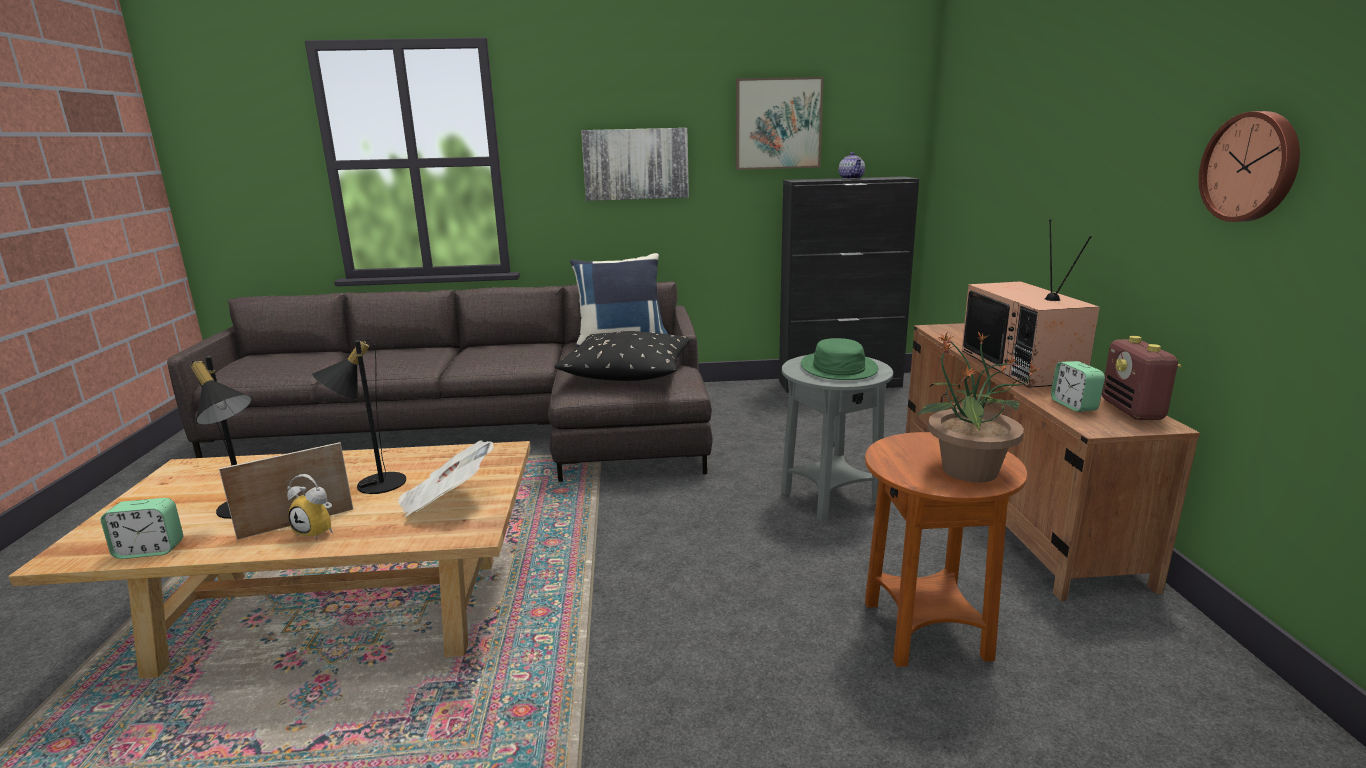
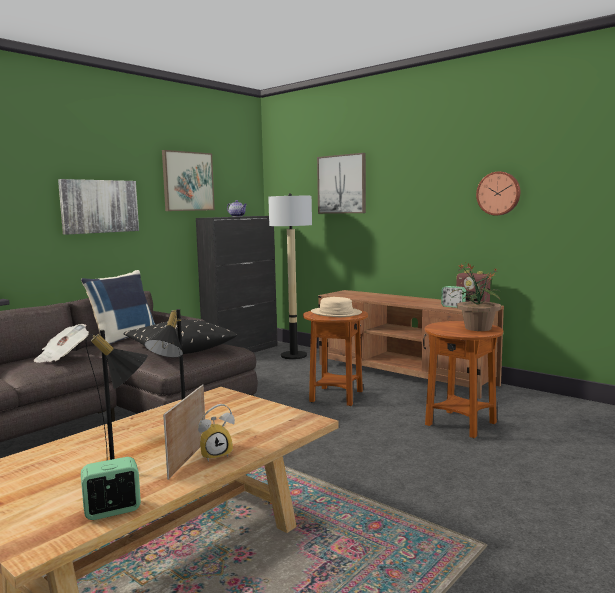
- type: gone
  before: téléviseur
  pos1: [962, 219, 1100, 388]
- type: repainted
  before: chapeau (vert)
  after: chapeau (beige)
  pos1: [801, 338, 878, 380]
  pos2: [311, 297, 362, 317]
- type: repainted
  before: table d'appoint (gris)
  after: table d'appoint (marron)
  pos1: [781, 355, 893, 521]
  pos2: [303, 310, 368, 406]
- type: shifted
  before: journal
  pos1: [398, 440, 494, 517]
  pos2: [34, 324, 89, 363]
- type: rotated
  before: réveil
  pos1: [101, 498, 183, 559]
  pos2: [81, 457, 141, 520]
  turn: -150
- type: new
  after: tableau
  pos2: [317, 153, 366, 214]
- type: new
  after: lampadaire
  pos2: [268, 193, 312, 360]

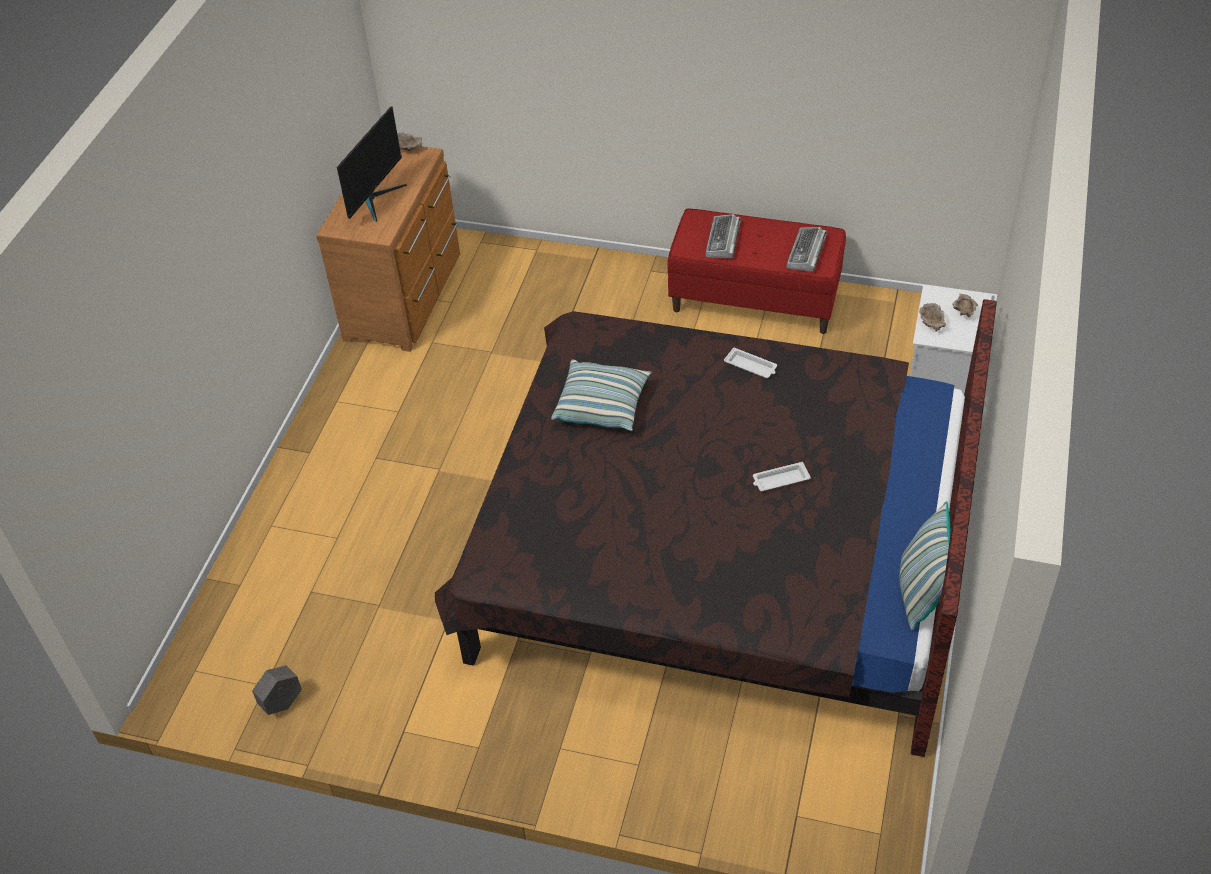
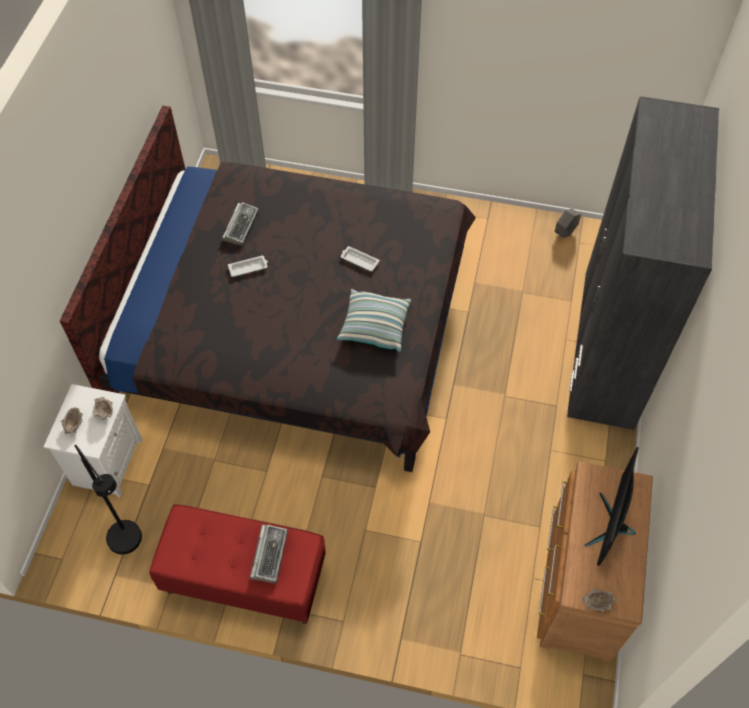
- type: shifted
  before: clavier
  pos1: [786, 227, 827, 272]
  pos2: [222, 202, 259, 246]
- type: shifted
  before: plateau (blanc)
  pos1: [724, 347, 777, 378]
  pos2: [341, 246, 380, 271]
- type: gone
  before: coussin
  pos1: [899, 501, 951, 630]
- type: new
  after: armoire (gris)
  pos2: [567, 96, 719, 430]
- type: new
  after: lampadaire (noir)
  pos2: [75, 445, 142, 555]

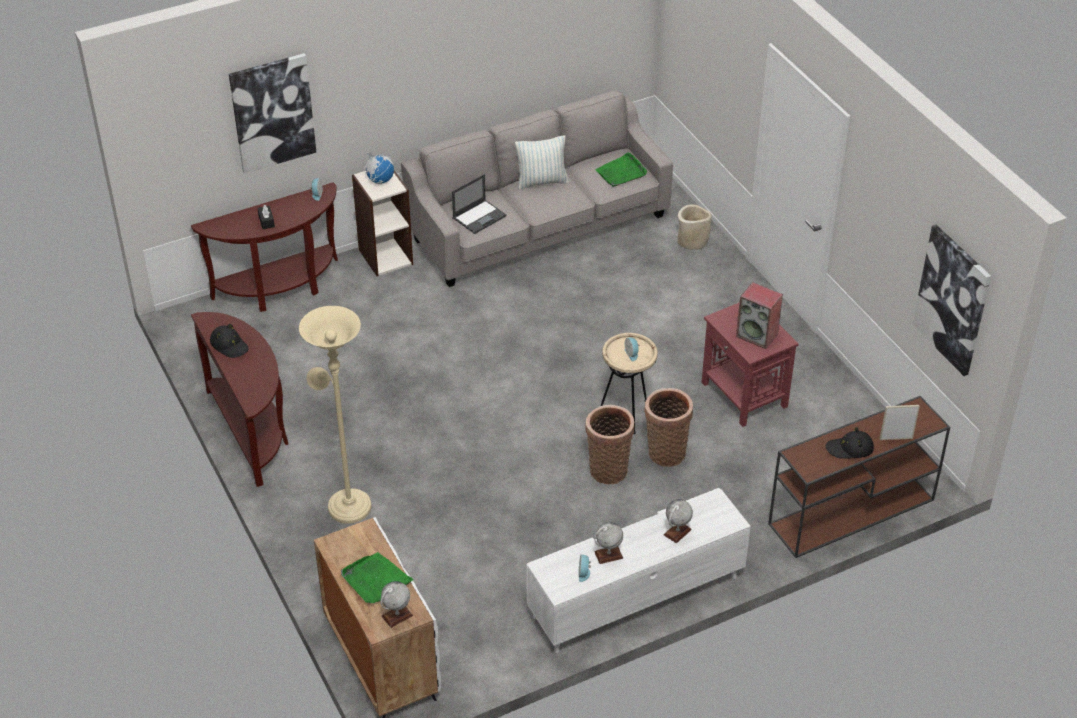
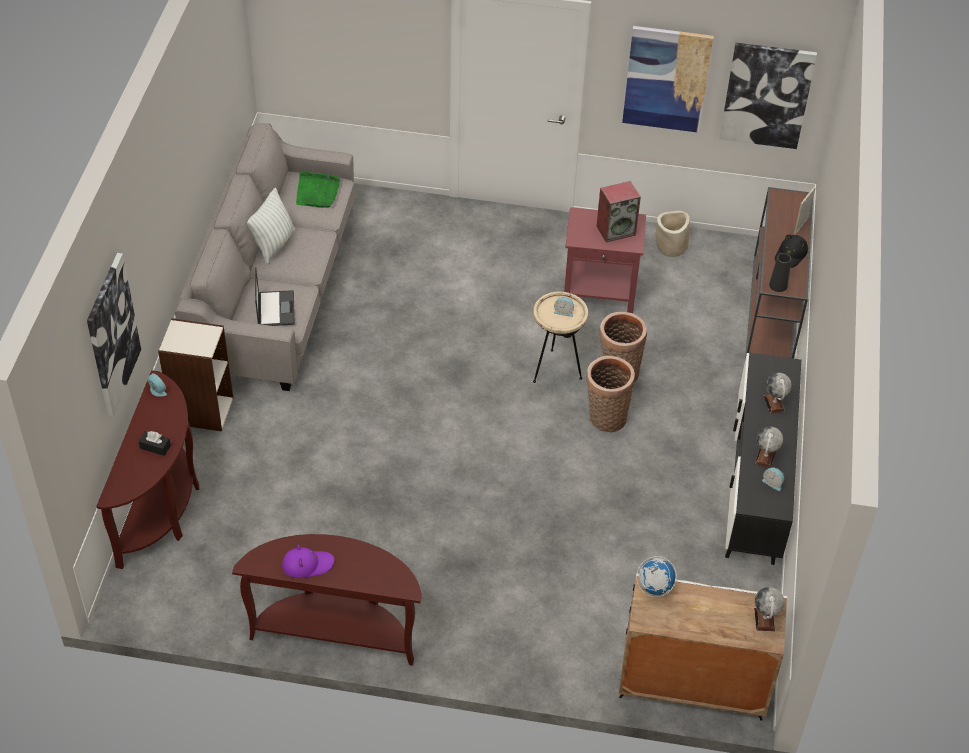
- type: shifted
  before: globe
  pos1: [364, 152, 394, 184]
  pos2: [636, 556, 677, 597]
- type: shifted
  before: cache-pot (beige)
  pos1: [677, 204, 712, 250]
  pos2: [656, 211, 690, 257]
- type: gone
  before: lampadaire (beige)
  pos1: [299, 306, 371, 524]
- type: repainted
  before: chapeau (noir)
  after: chapeau (violet)
  pos1: [210, 324, 249, 358]
  pos2: [282, 544, 334, 578]
- type: repainted
  before: meuble télé (blanc)
  after: meuble télé (noir)
  pos1: [526, 488, 751, 653]
  pos2: [725, 353, 801, 565]
- type: gone
  before: plateau (vert)
  pos1: [341, 552, 414, 604]
- type: new
  after: tableau
  pos2: [622, 26, 714, 133]
- type: new
  after: vase (noir)
  pos2: [769, 253, 792, 292]

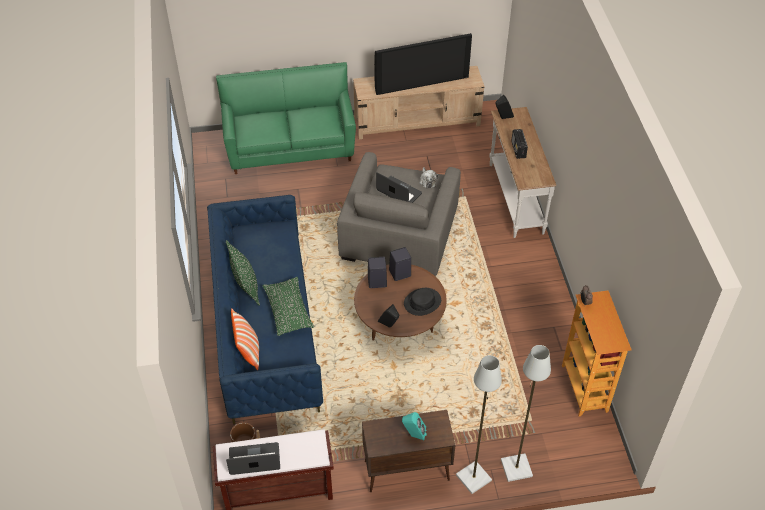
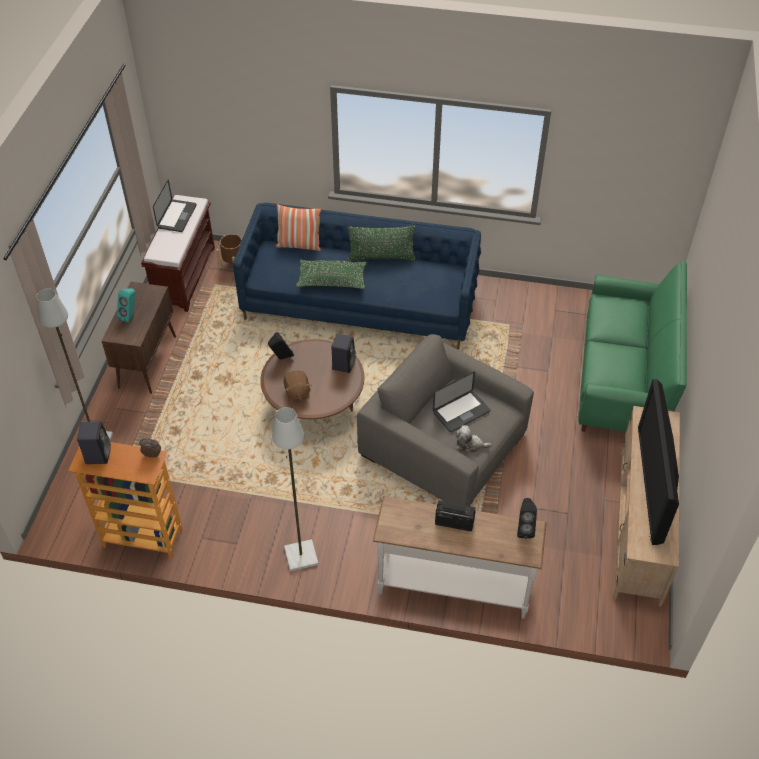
- type: shifted
  before: enceinte (noir)
  pos1: [389, 247, 411, 281]
  pos2: [77, 422, 111, 464]
- type: swapped
  before: chapeau (noir)
  after: peluche (marron)
  pos1: [404, 288, 441, 316]
  pos2: [284, 371, 311, 402]
- type: shifted
  before: lampadaire (gris)
  pos1: [456, 355, 502, 494]
  pos2: [272, 407, 318, 572]

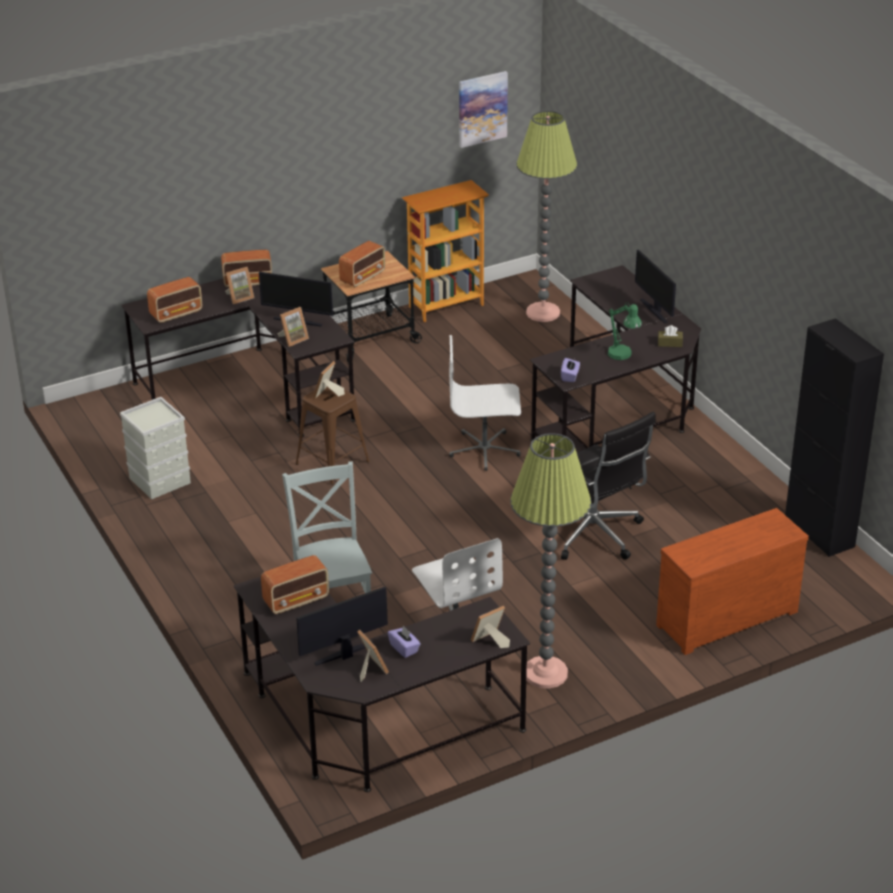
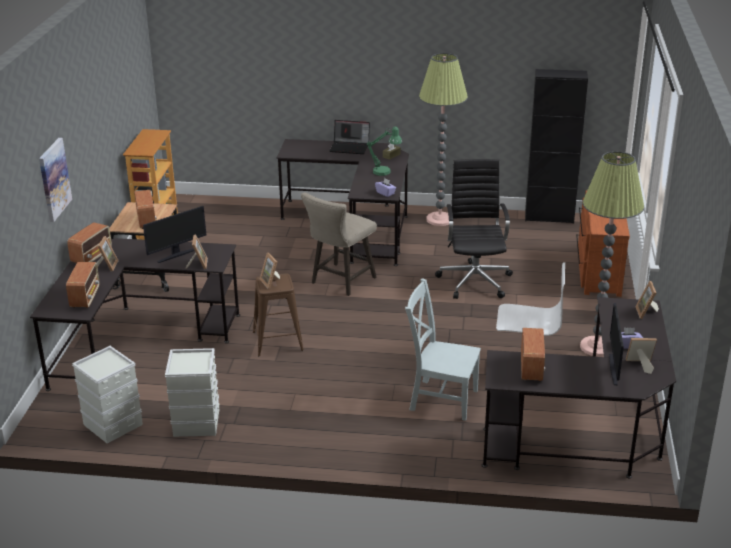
- type: shifted
  before: tableau
  pos1: [459, 71, 508, 148]
  pos2: [39, 138, 72, 222]
- type: shifted
  before: lampadaire
  pos1: [516, 111, 577, 322]
  pos2: [419, 53, 468, 226]
- type: swapped
  before: écran d'ordinateur
  after: ordinateur portable
  pos1: [635, 250, 676, 323]
  pos2: [329, 120, 370, 154]
- type: swapped
  before: chaise de bureau (blanc)
  after: tabouret (beige)
  pos1: [449, 335, 521, 471]
  pos2: [301, 192, 377, 296]
- type: rotated
  before: chaise de bureau (noir)
  pos1: [561, 412, 656, 560]
  pos2: [435, 159, 513, 299]
  turn: -90
- type: new
  after: boîte de rangement (gris)
  pos2: [72, 346, 143, 443]

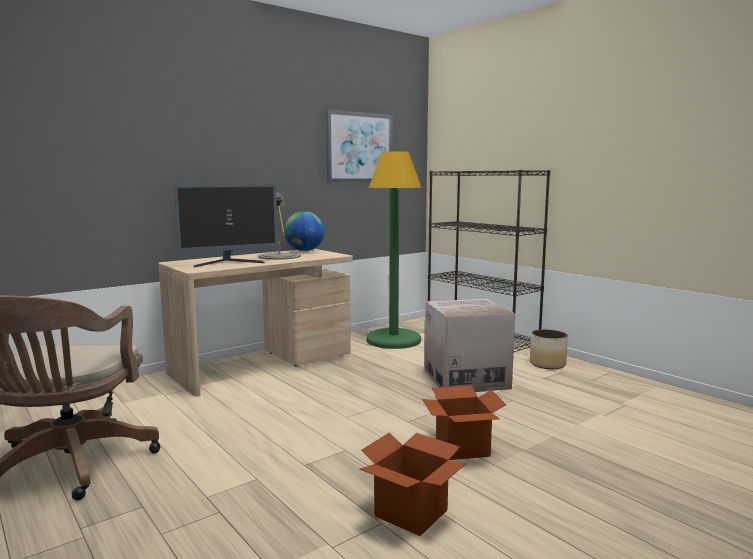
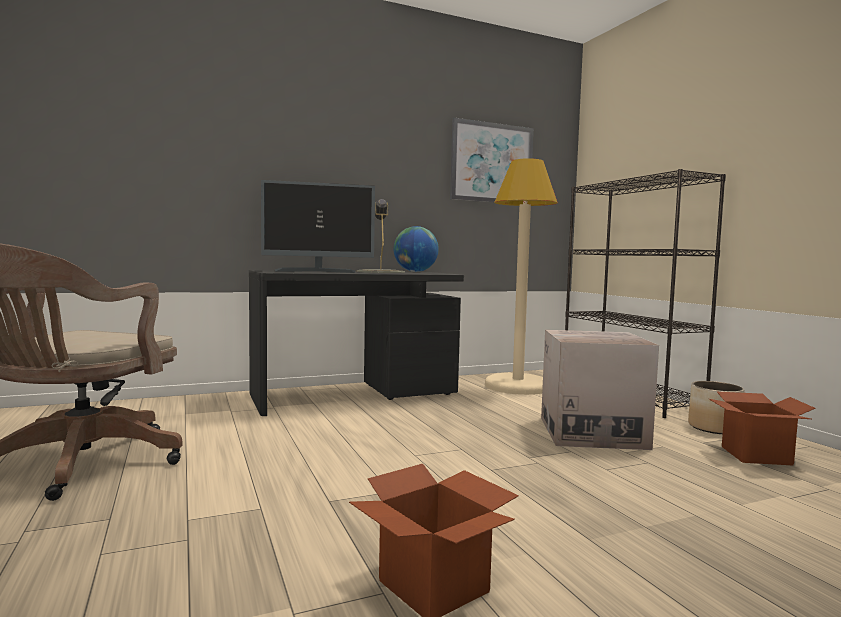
- type: repainted
  before: lampadaire (vert)
  after: lampadaire (beige)
  pos1: [366, 151, 422, 349]
  pos2: [485, 158, 558, 395]
- type: repainted
  before: bureau (beige)
  after: bureau (noir)
  pos1: [158, 249, 353, 397]
  pos2: [249, 270, 464, 416]
- type: shifted
  before: carton
  pos1: [422, 386, 506, 460]
  pos2: [709, 392, 816, 466]

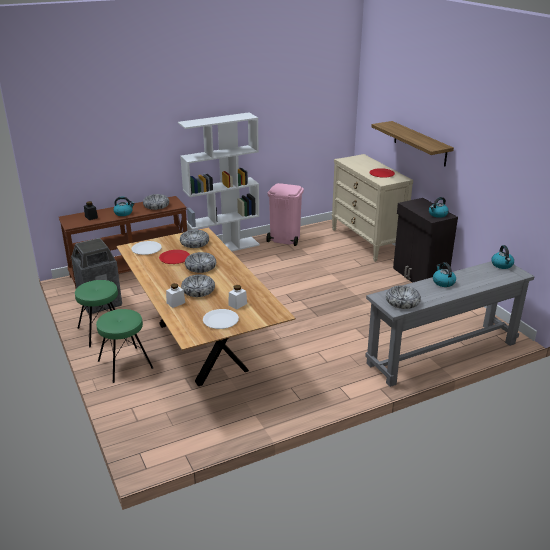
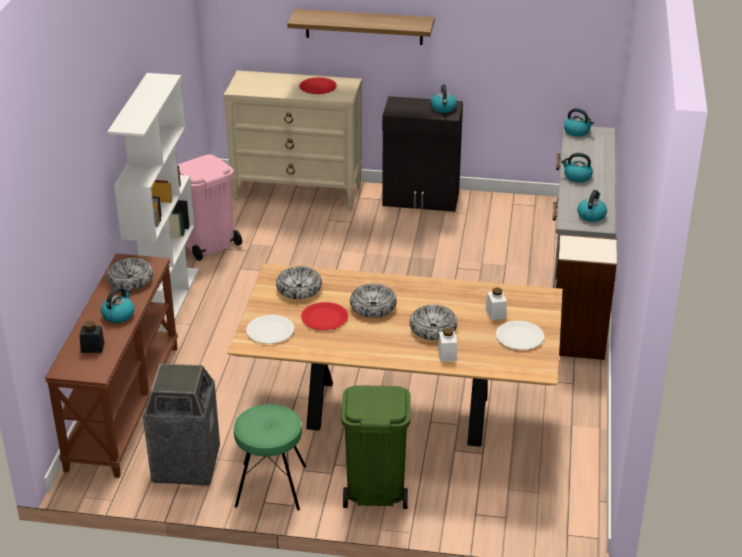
- type: swapped
  before: bol
  after: bouilloire
  pos1: [386, 285, 421, 309]
  pos2: [577, 190, 607, 222]
- type: swapped
  before: tabouret (vert)
  after: poubelle (vert)
  pos1: [96, 309, 153, 383]
  pos2: [341, 385, 411, 509]
- type: new
  after: bibliothèque
  pos2: [555, 234, 617, 360]

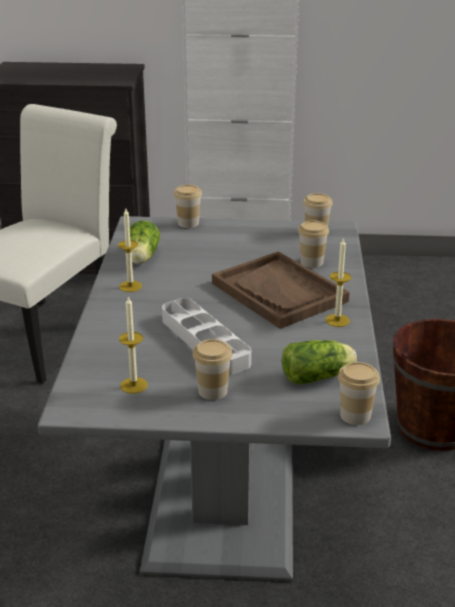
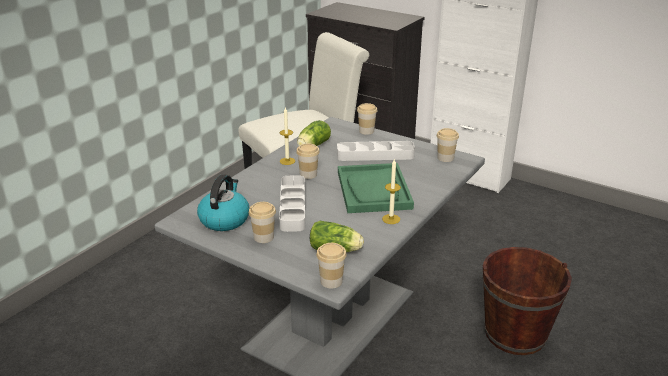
- type: shifted
  before: tasse
  pos1: [298, 220, 329, 268]
  pos2: [296, 143, 320, 179]
- type: repainted
  before: plateau (marron)
  after: plateau (vert)
  pos1: [212, 252, 350, 329]
  pos2: [338, 163, 414, 213]
- type: swapped
  before: bougie
  after: bouilloire
  pos1: [119, 296, 148, 394]
  pos2: [197, 174, 249, 231]
- type: new
  after: plateau (gris)
  pos2: [337, 141, 415, 161]

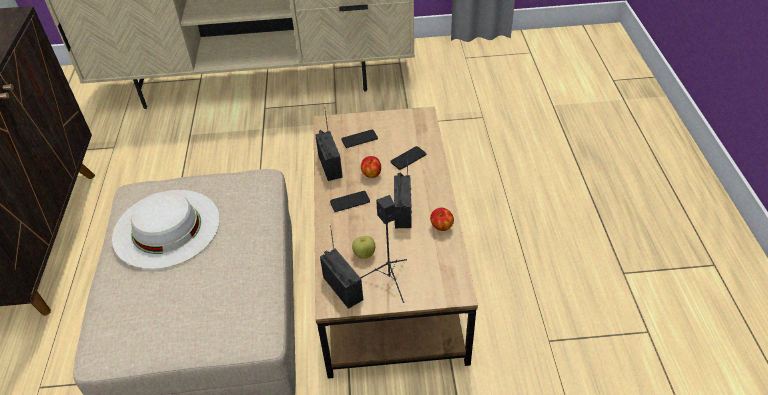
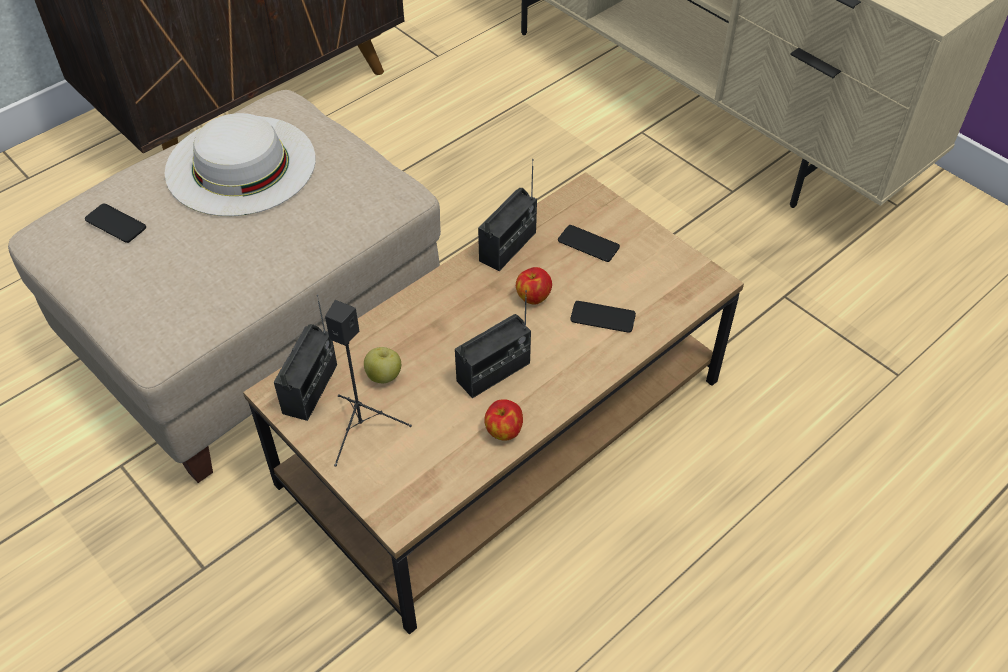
- type: shifted
  before: téléphone
  pos1: [330, 191, 370, 212]
  pos2: [85, 203, 146, 243]

